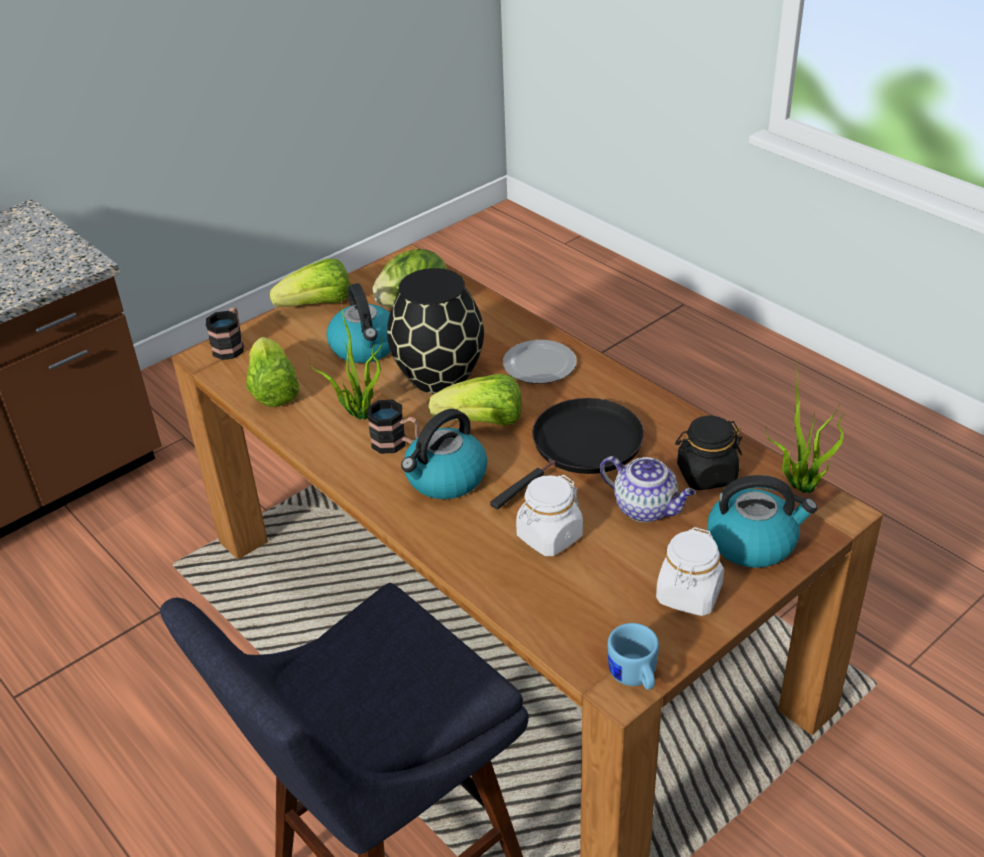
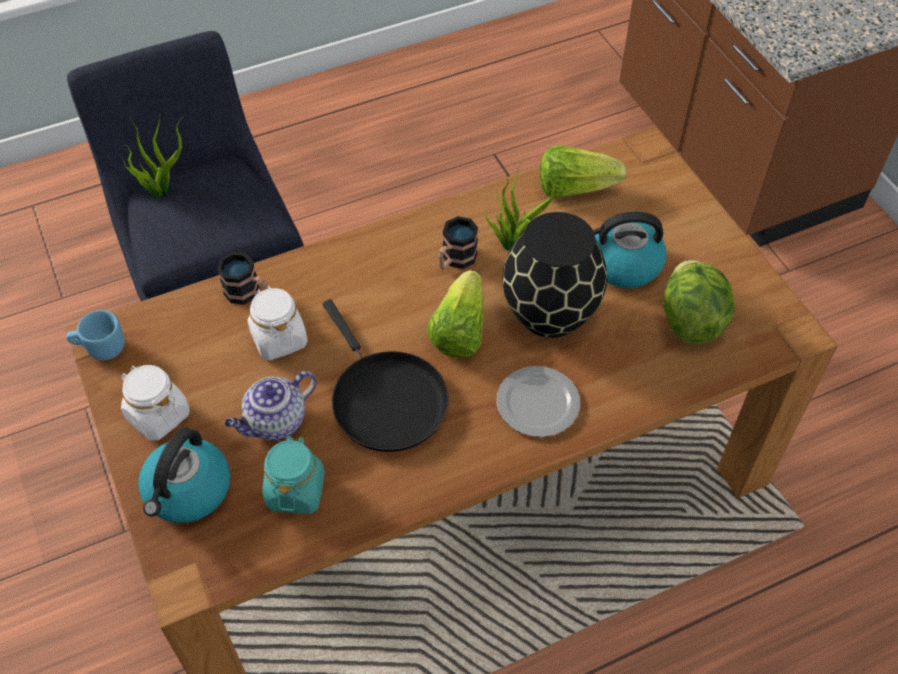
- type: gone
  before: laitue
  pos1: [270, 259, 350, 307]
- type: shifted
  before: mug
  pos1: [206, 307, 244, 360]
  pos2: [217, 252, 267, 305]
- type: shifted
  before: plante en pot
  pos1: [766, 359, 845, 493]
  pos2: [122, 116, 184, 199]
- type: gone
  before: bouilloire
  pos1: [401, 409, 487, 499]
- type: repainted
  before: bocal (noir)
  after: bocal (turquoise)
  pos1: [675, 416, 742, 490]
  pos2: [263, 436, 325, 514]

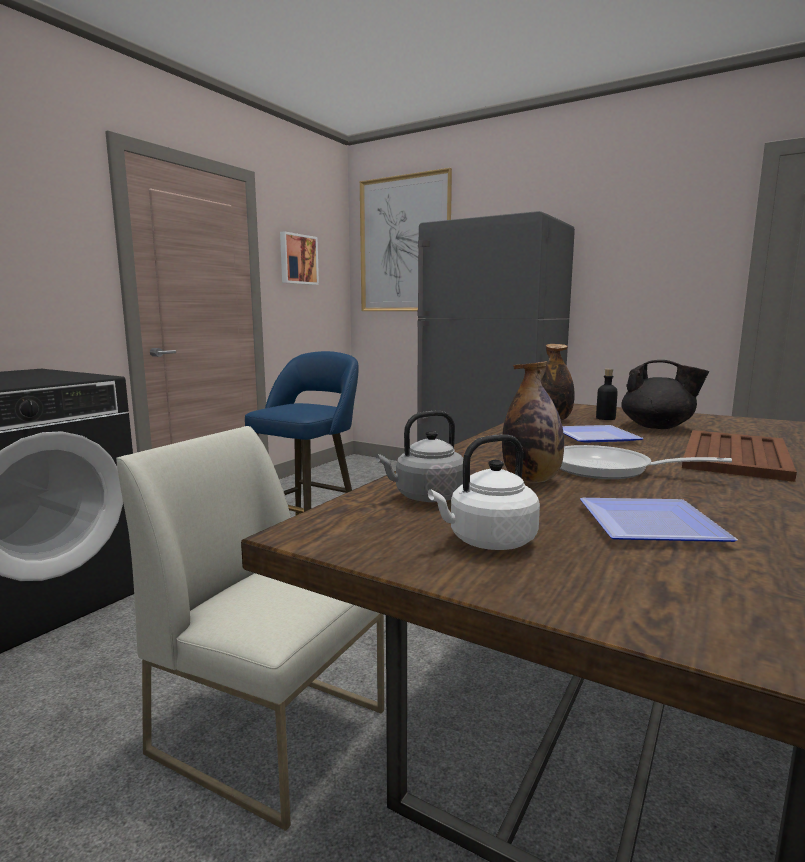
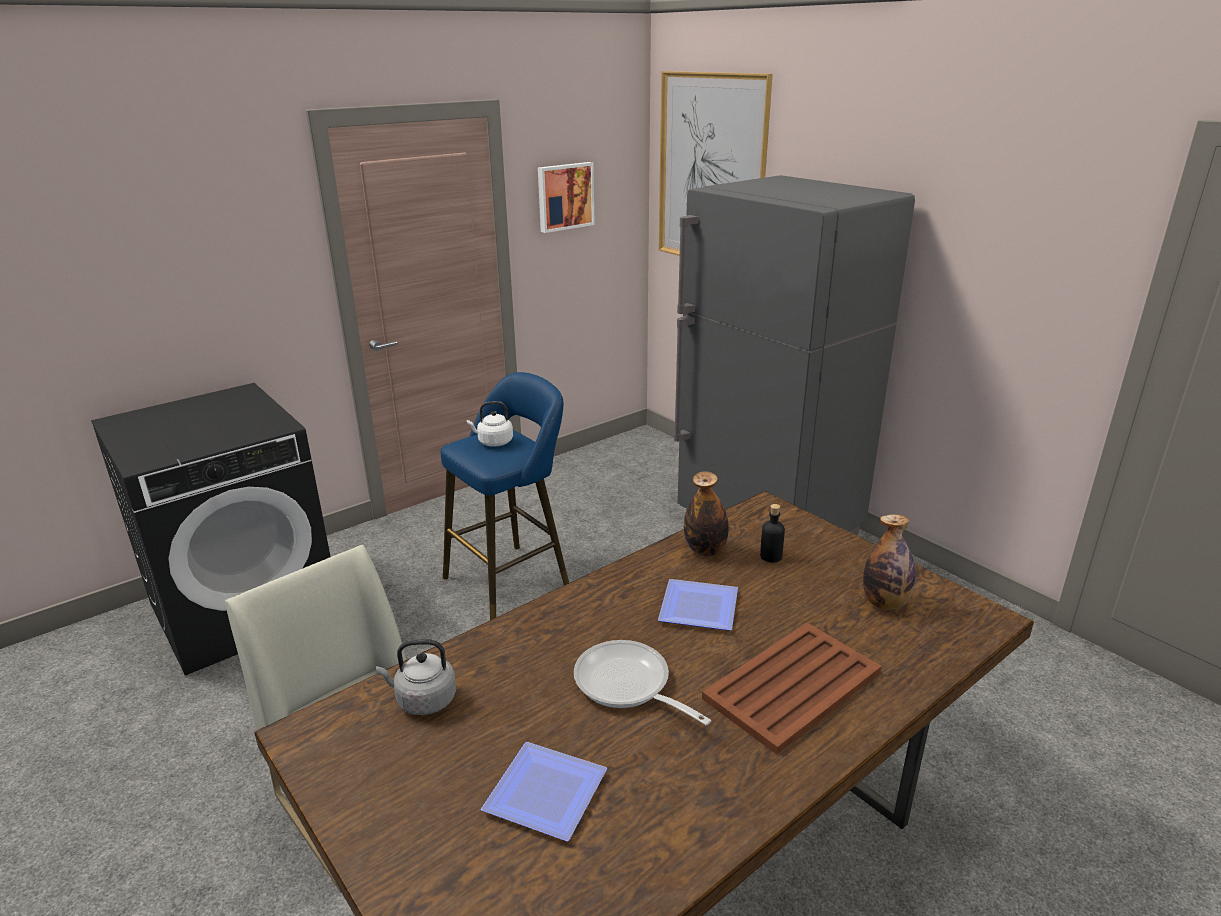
- type: gone
  before: théière (noir)
  pos1: [621, 360, 709, 429]
- type: shifted
  before: bouteille
  pos1: [502, 361, 564, 483]
  pos2: [863, 514, 916, 610]
- type: shifted
  before: bouilloire (blanc)
  pos1: [428, 434, 540, 550]
  pos2: [467, 401, 513, 447]

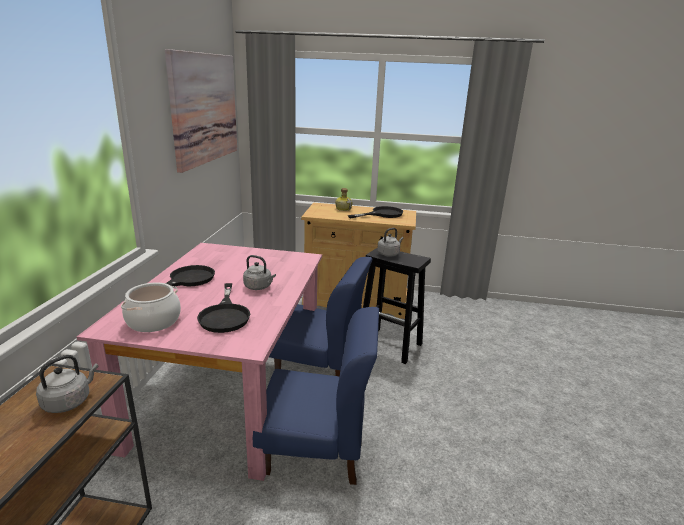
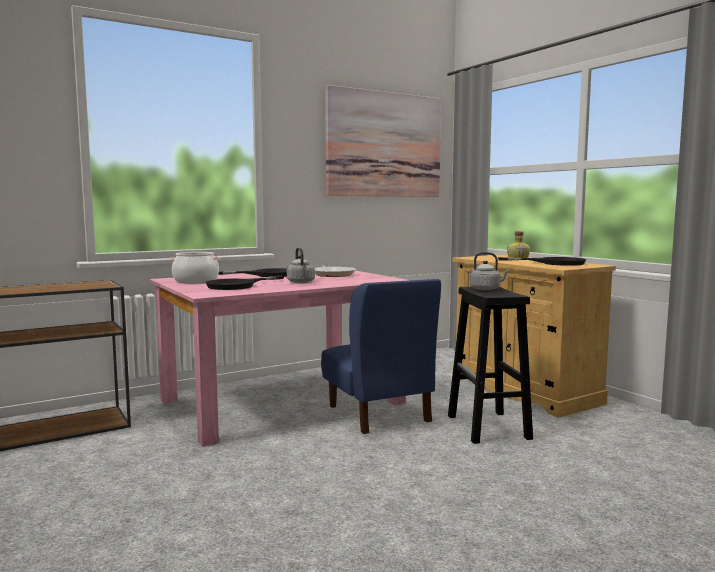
- type: gone
  before: chaise (bleu)
  pos1: [253, 307, 379, 485]
- type: gone
  before: bouilloire (gris)
  pos1: [36, 355, 98, 413]
- type: new
  after: poêle
  pos2: [315, 265, 356, 277]

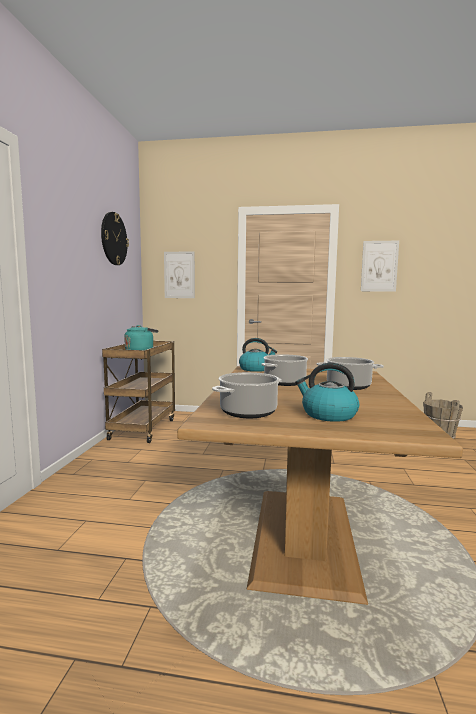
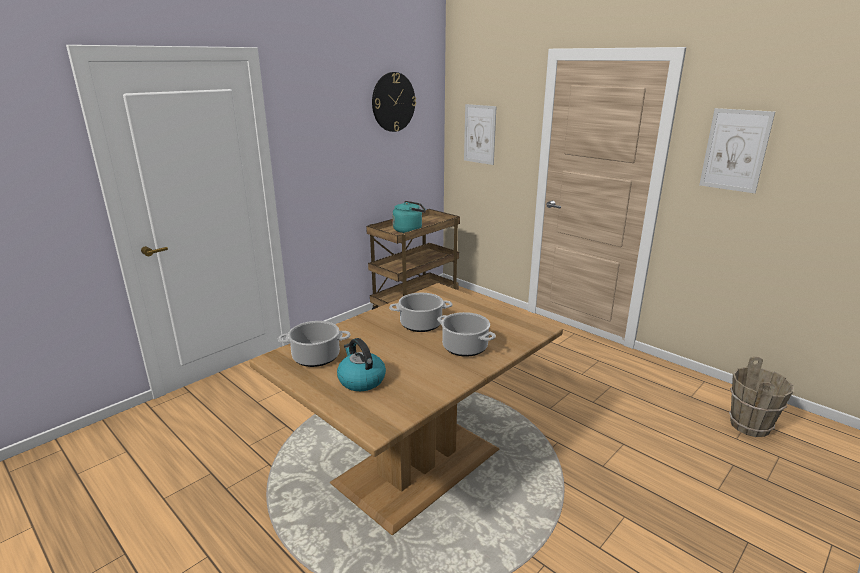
- type: gone
  before: bouilloire
  pos1: [239, 338, 277, 372]

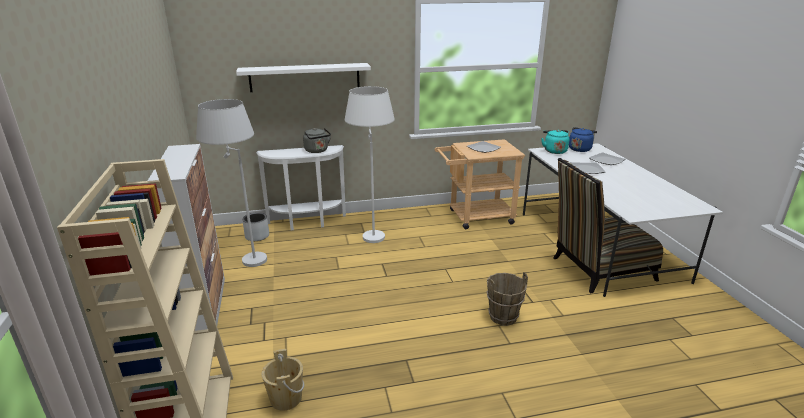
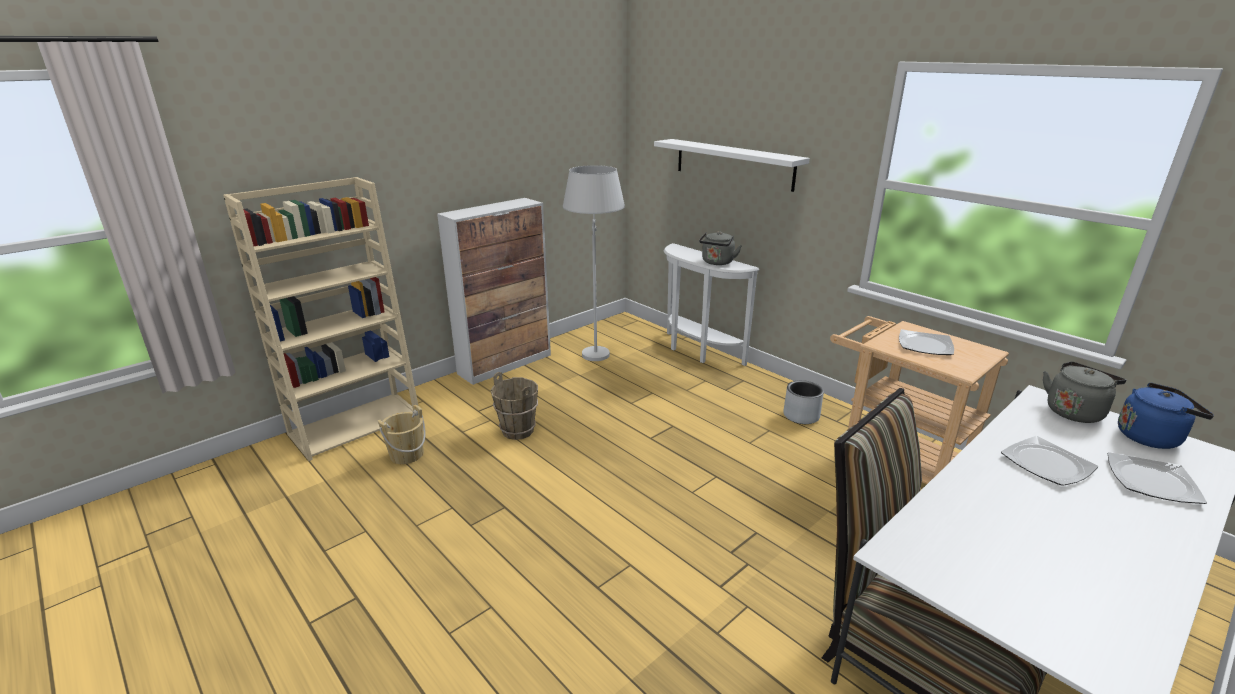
- type: gone
  before: lampadaire (blanc)
  pos1: [345, 86, 395, 243]
- type: repainted
  before: bouilloire (turquoise)
  after: bouilloire (gris)
  pos1: [541, 130, 570, 154]
  pos2: [1043, 361, 1126, 423]
- type: shifted
  before: cache-pot (gris)
  pos1: [242, 212, 269, 241]
  pos2: [783, 380, 824, 424]
- type: shifted
  before: seau (marron)
  pos1: [487, 272, 528, 326]
  pos2: [491, 372, 538, 440]

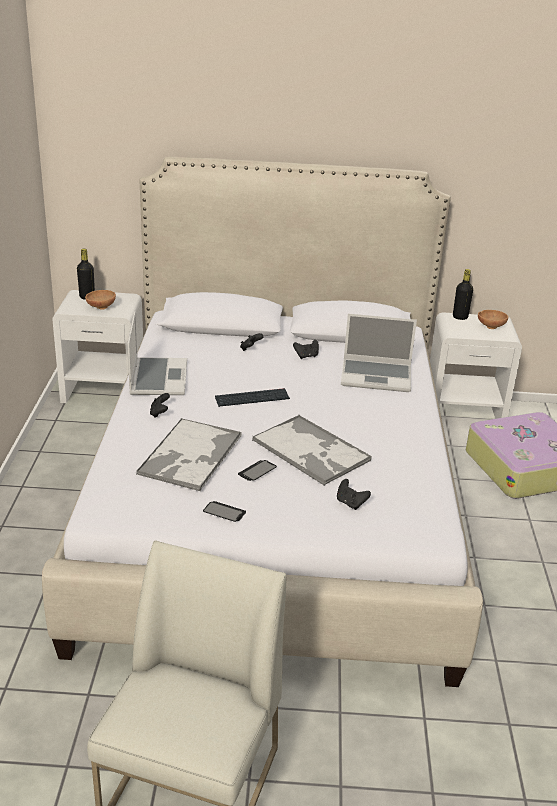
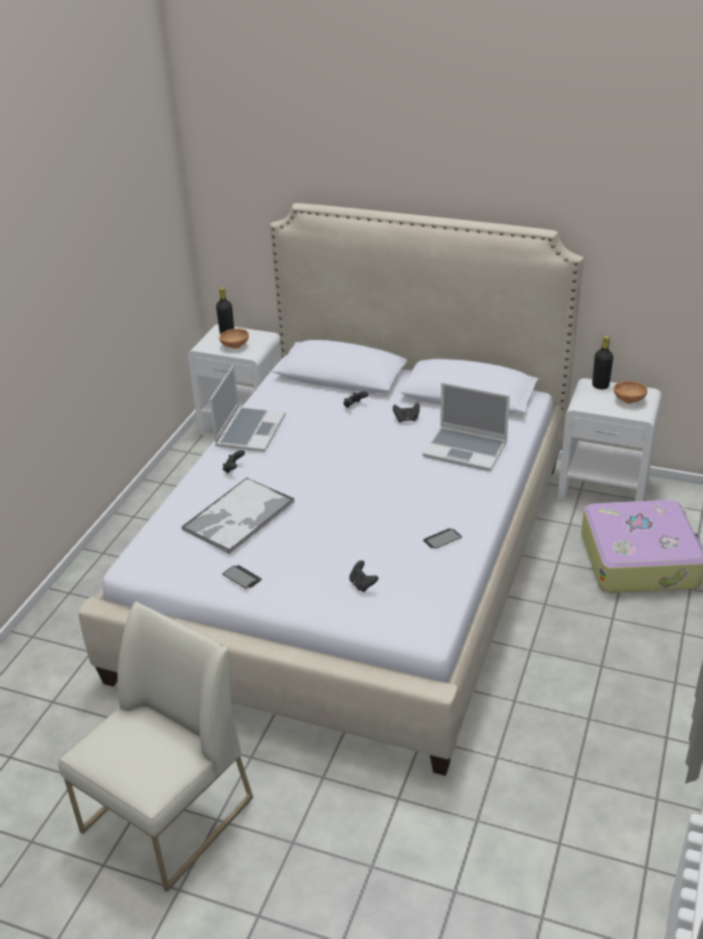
- type: gone
  before: clavier
  pos1: [215, 388, 290, 407]
- type: gone
  before: plateau
  pos1: [252, 415, 372, 486]
- type: shifted
  before: téléphone
  pos1: [238, 460, 277, 481]
  pos2: [423, 528, 462, 549]

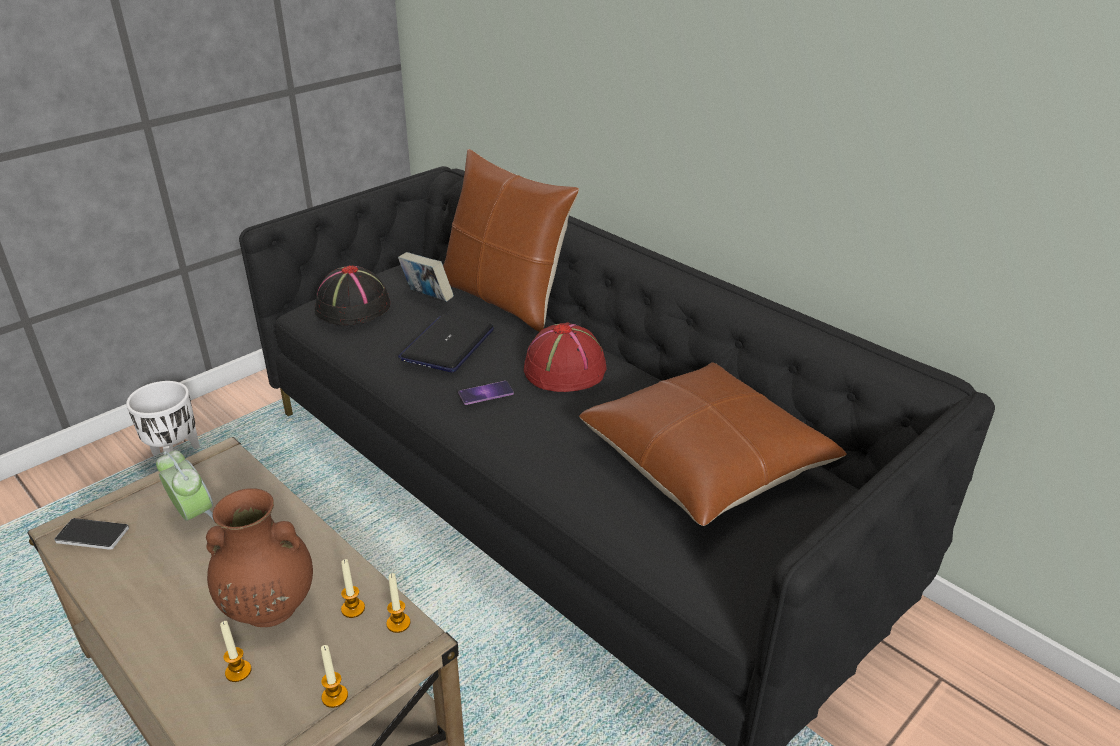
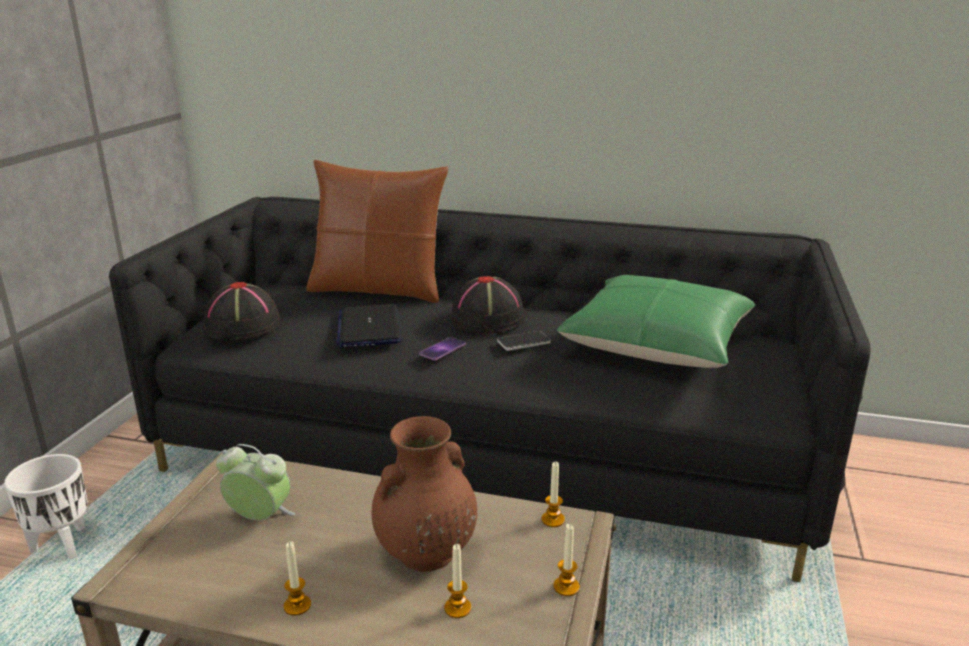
- type: gone
  before: livre
  pos1: [398, 252, 454, 301]
- type: repainted
  before: chapeau (rouge)
  after: chapeau (noir)
  pos1: [524, 322, 607, 392]
  pos2: [451, 276, 526, 334]
- type: repainted
  before: coussin (marron)
  after: coussin (vert)
  pos1: [579, 362, 847, 526]
  pos2: [557, 275, 755, 368]
- type: shifted
  before: téléphone
  pos1: [54, 518, 129, 550]
  pos2: [497, 331, 550, 351]
- type: shifted
  before: bougie
  pos1: [341, 559, 365, 618]
  pos2: [284, 541, 311, 616]

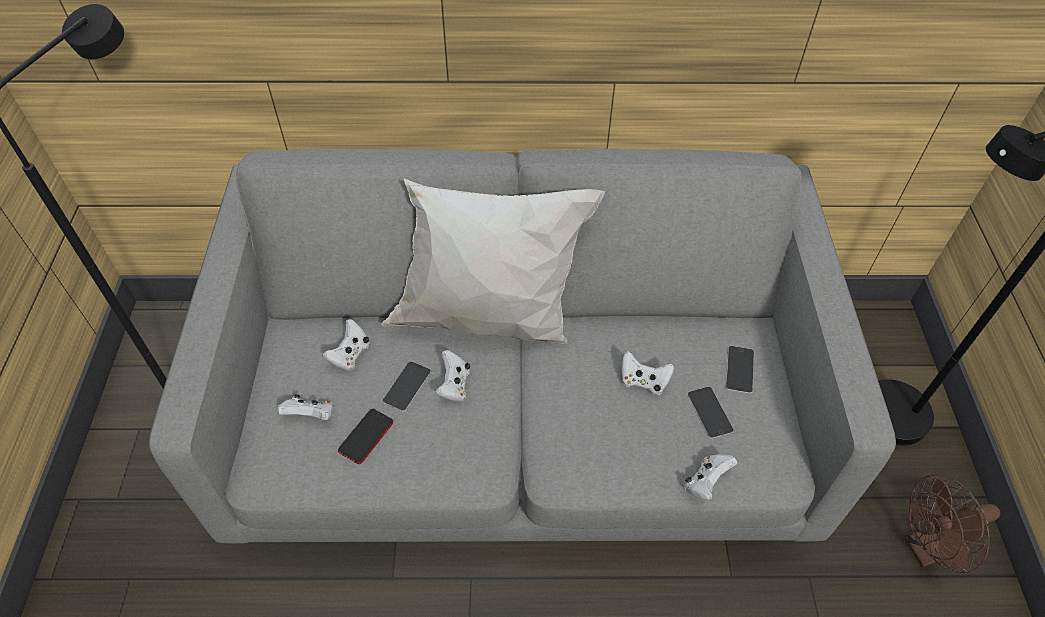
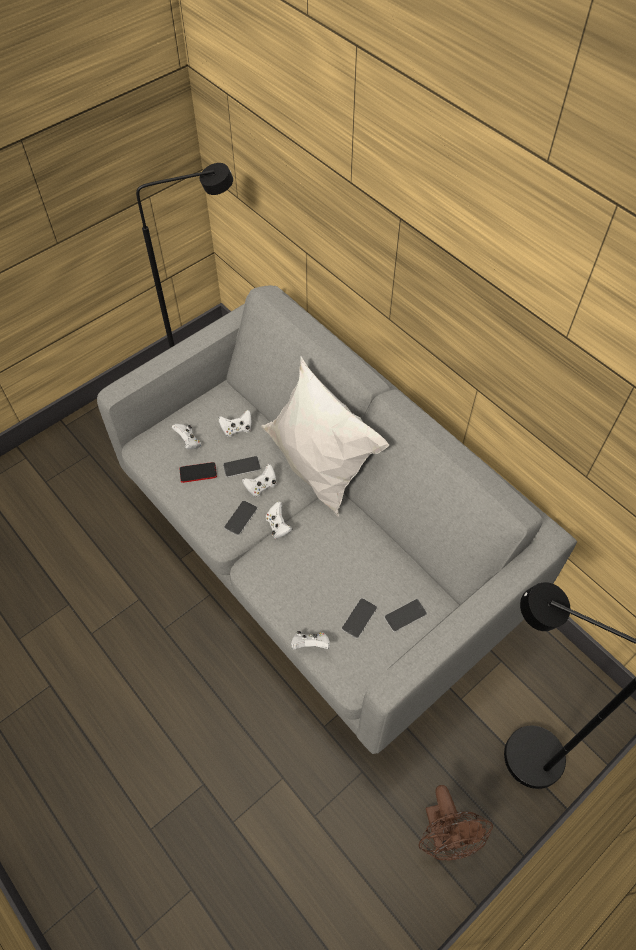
- type: shifted
  before: manette (blanc)
  pos1: [622, 351, 674, 395]
  pos2: [266, 502, 293, 539]
- type: rotated
  before: ventilateur (marron)
  pos1: [905, 474, 1000, 573]
  pos2: [418, 785, 493, 861]
  turn: -135
- type: new
  after: téléphone
  pos2: [224, 500, 258, 535]

